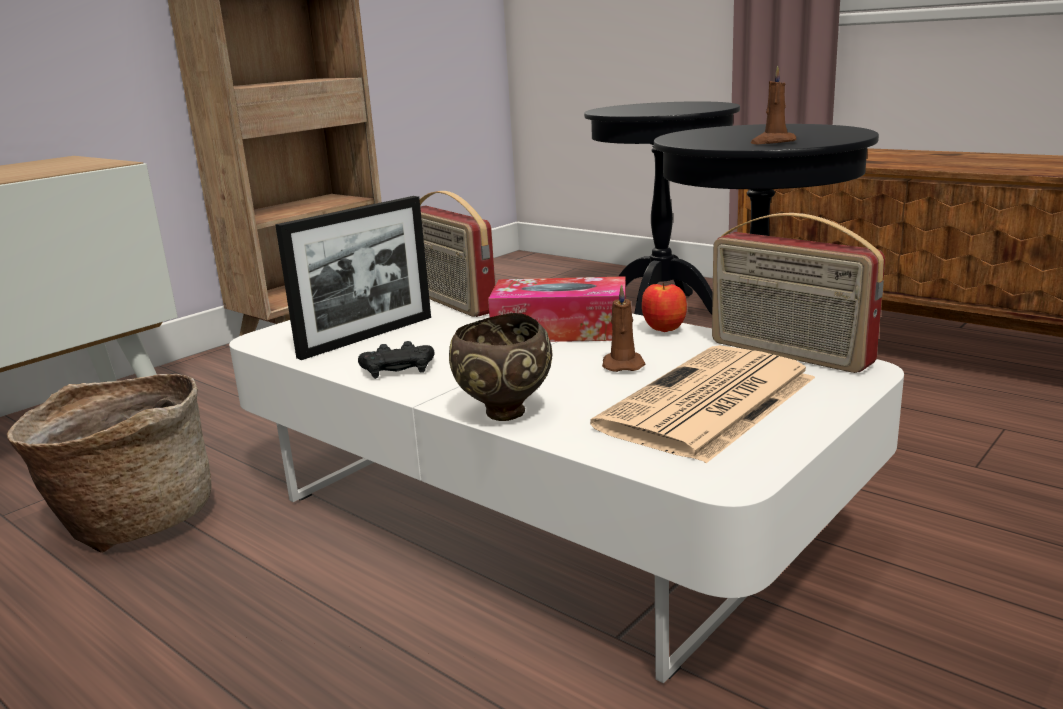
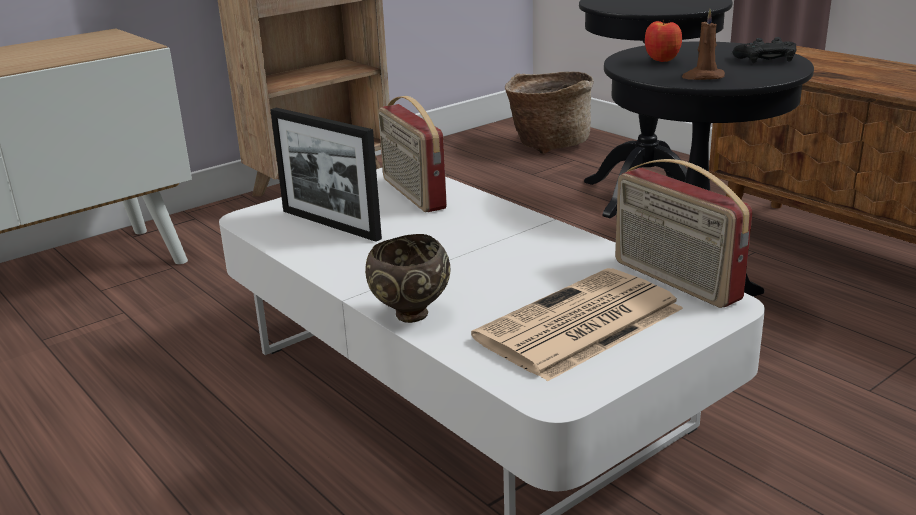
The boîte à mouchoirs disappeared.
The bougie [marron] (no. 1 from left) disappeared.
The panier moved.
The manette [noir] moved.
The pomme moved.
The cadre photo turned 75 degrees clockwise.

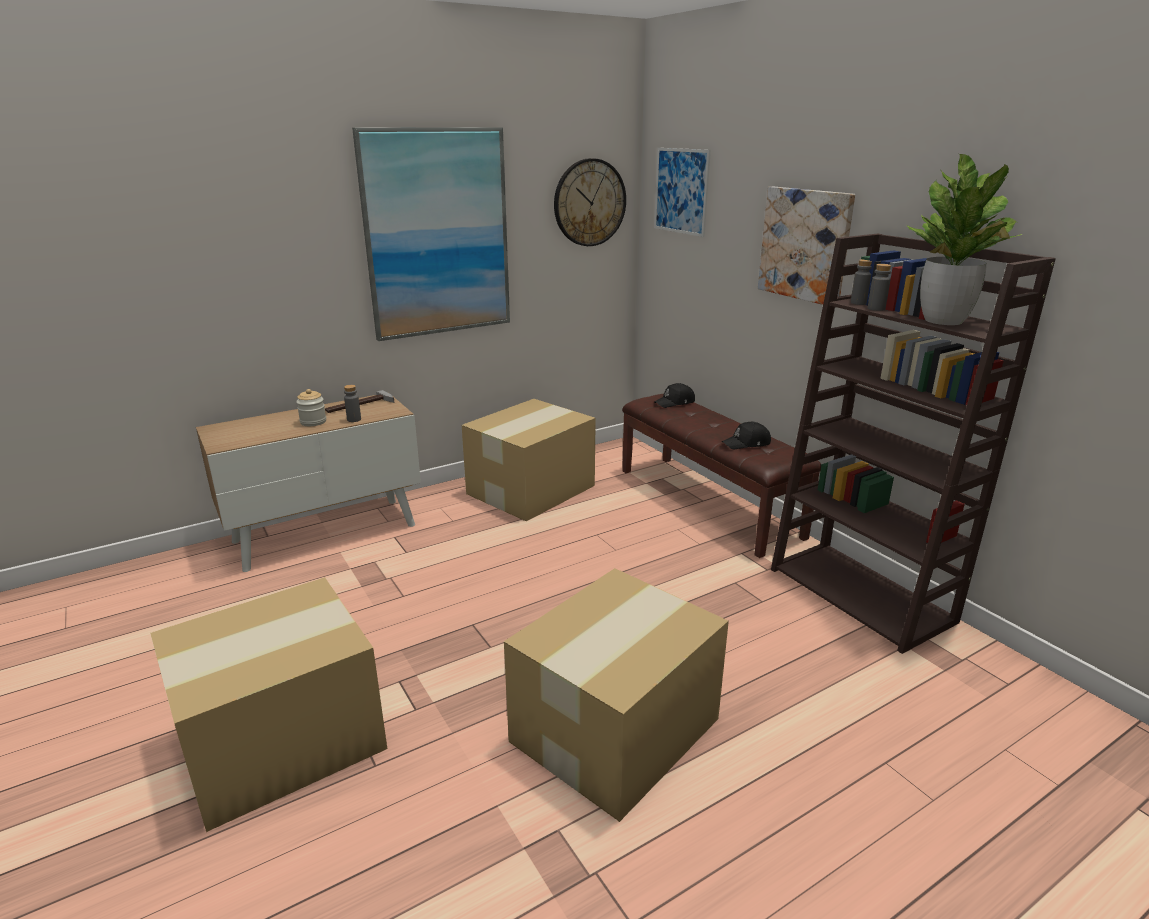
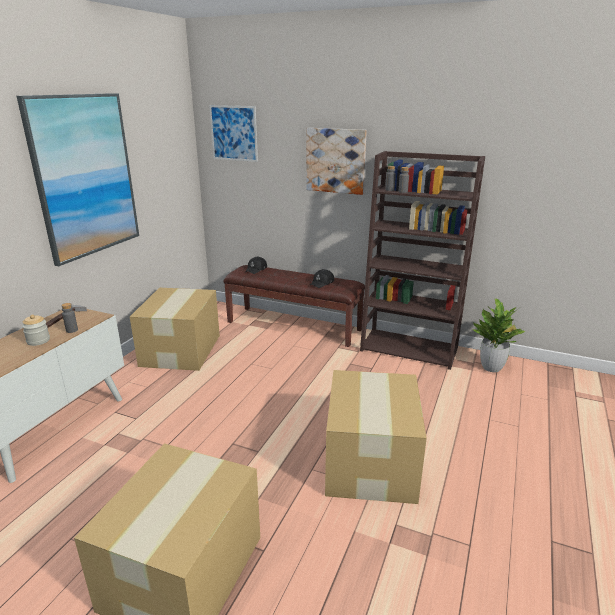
The horloge murale disappeared.
The plante en pot moved.

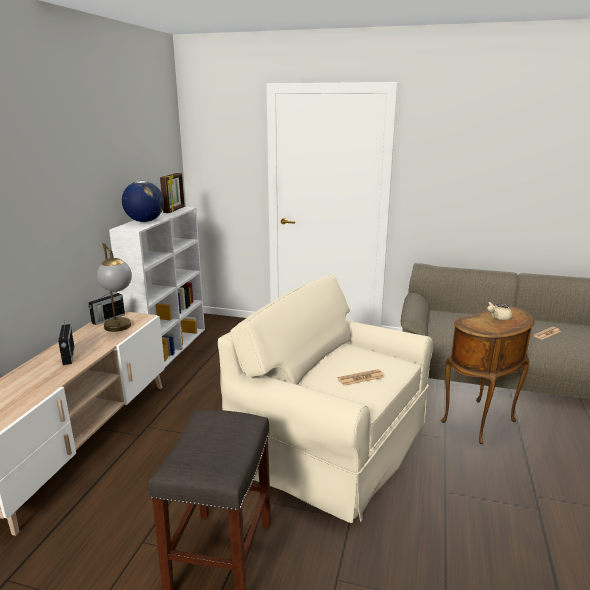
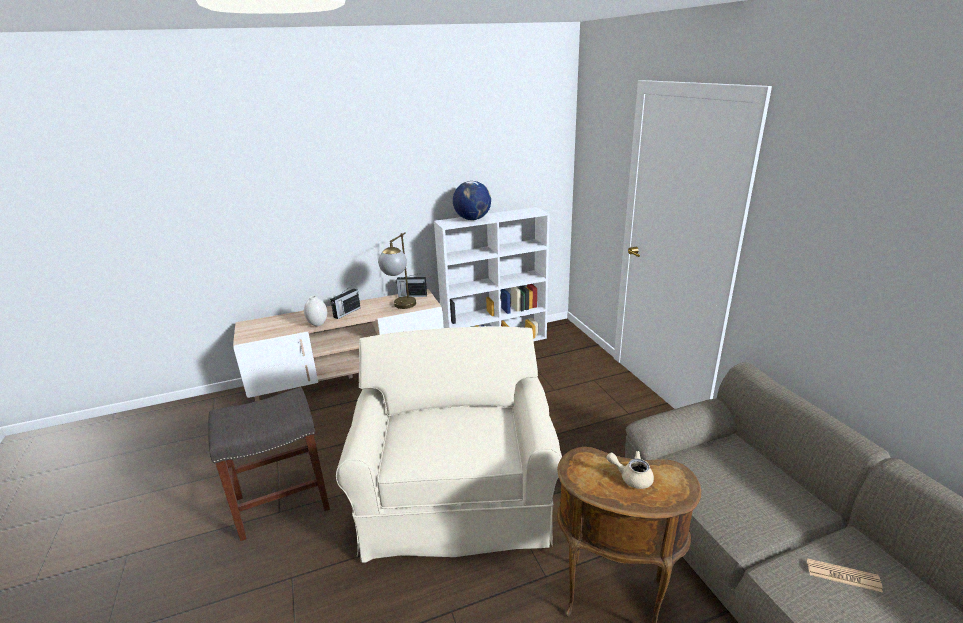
The cadre photo disappeared.
The journal (no. 1 from left) disappeared.
The vase [blanc] appeared.

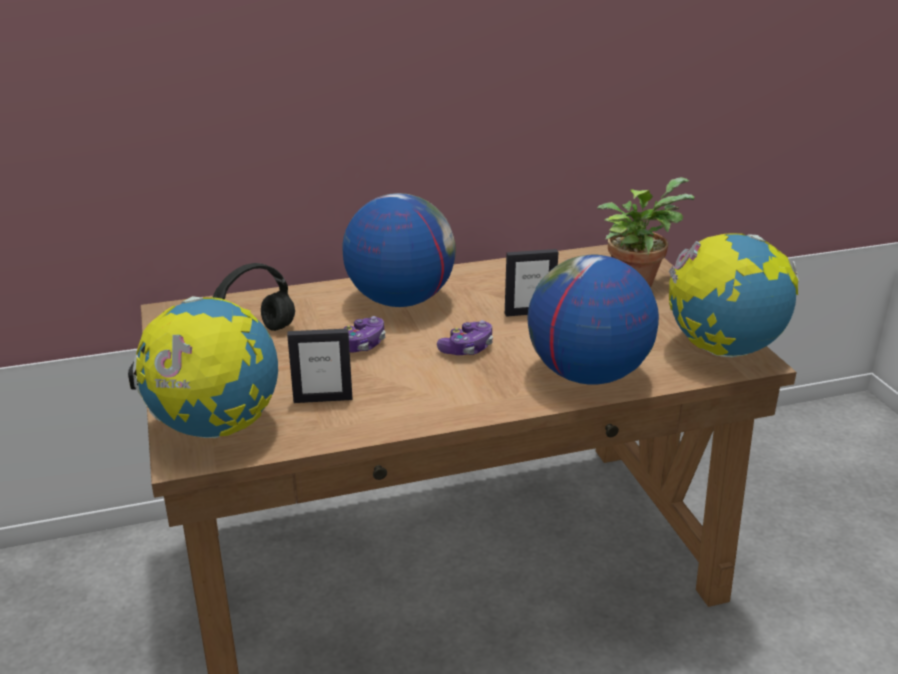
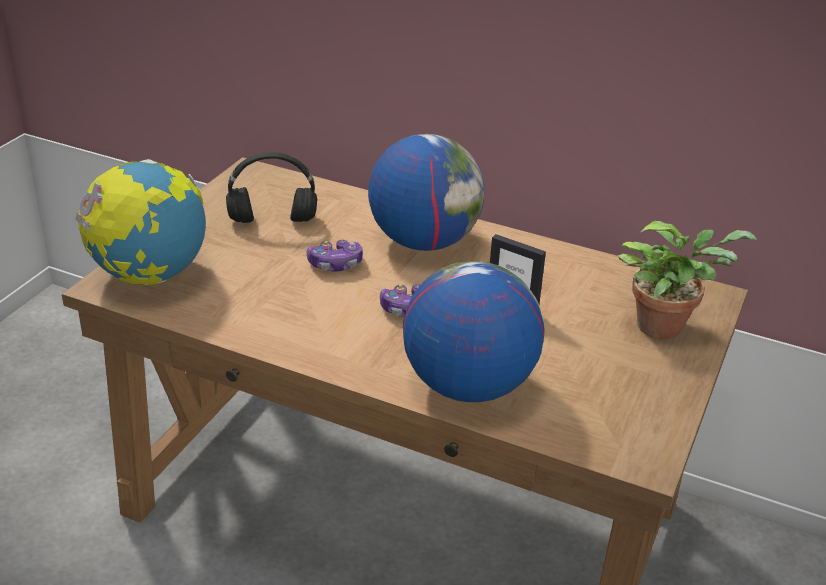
The cadre photo (no. 1 from left) disappeared.
The globe (no. 4 from left) disappeared.

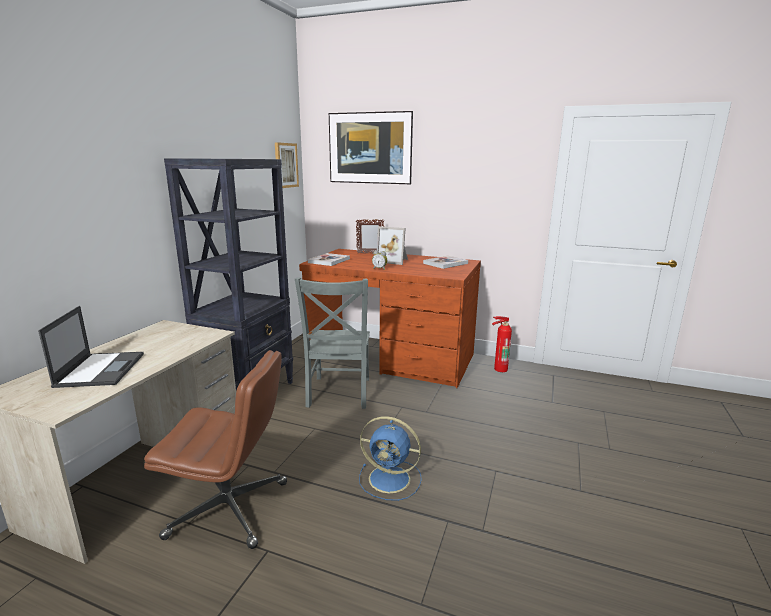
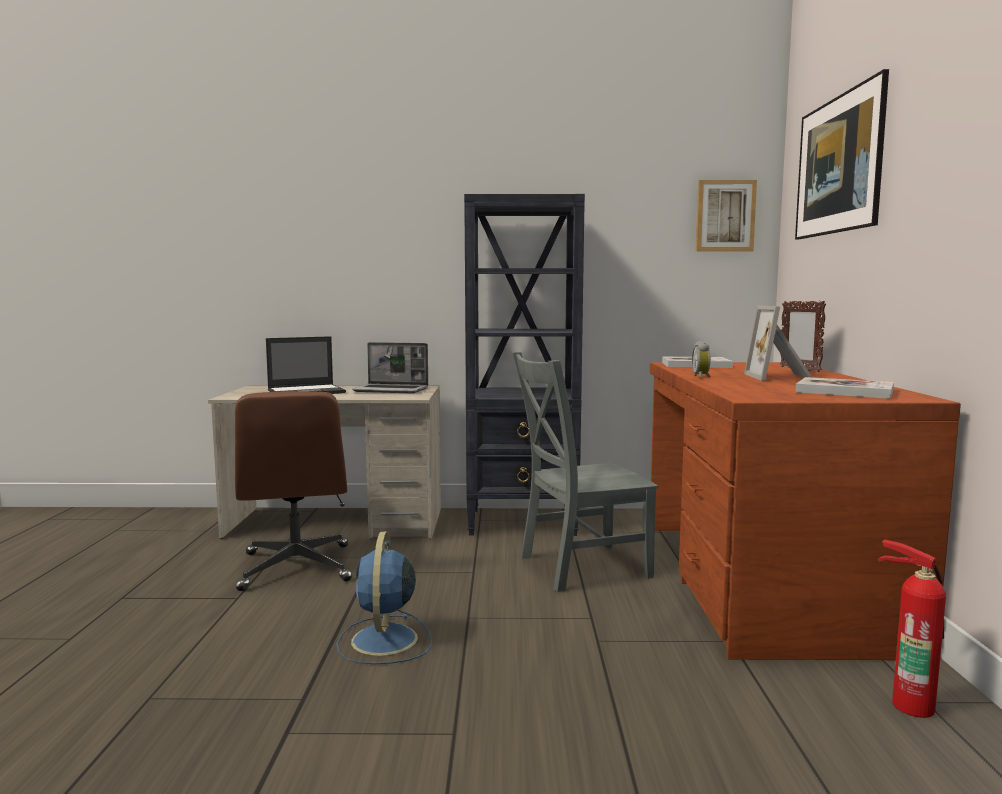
The ordinateur portable (no. 2 from left) appeared.

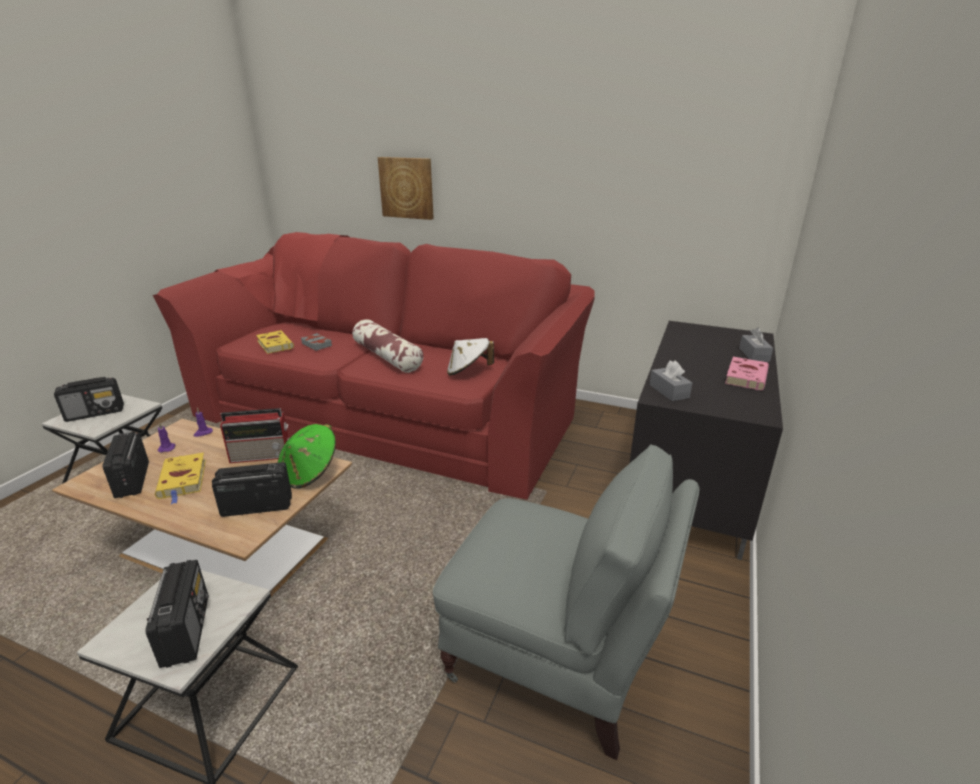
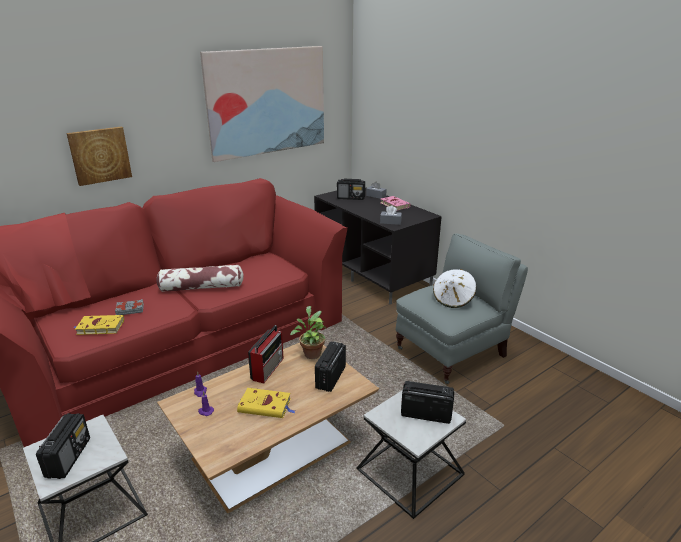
The tableau (no. 2 from left) appeared.
The radio (no. 2 from left in the first image) moved.
The chapeau [blanc] moved.
The chapeau [vert] was replaced by the plante en pot.

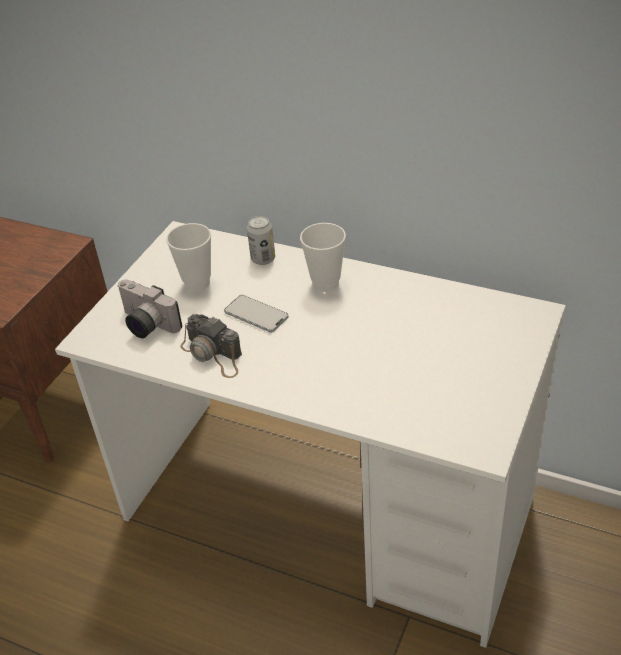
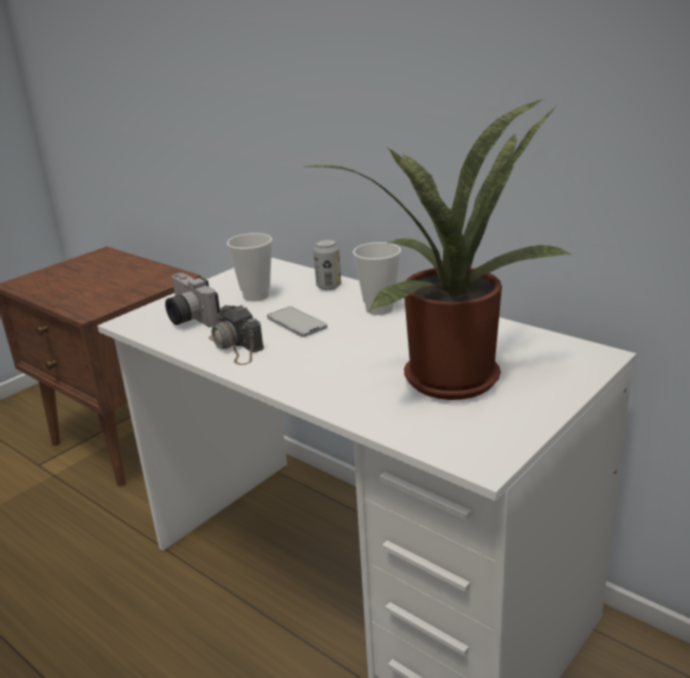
The plante en pot appeared.

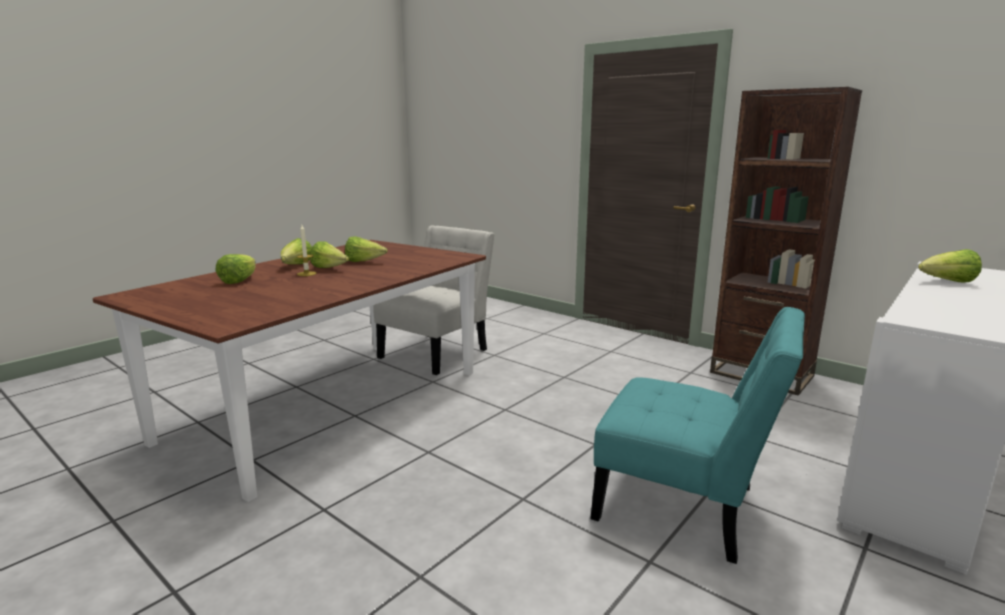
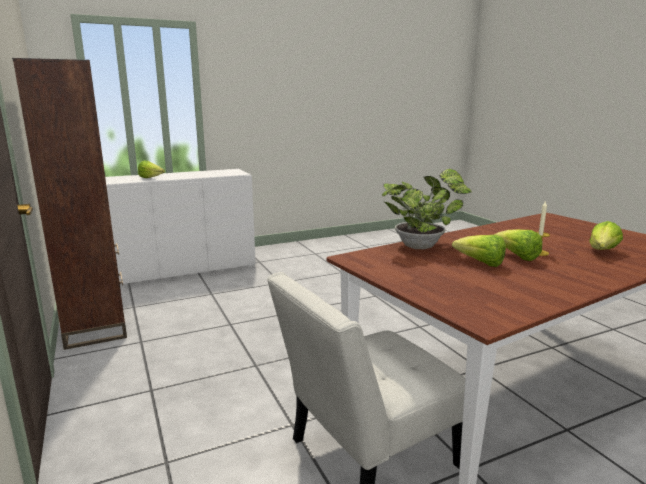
The laitue (no. 2 from left) disappeared.
The chaise [turquoise] disappeared.
The plante en pot appeared.

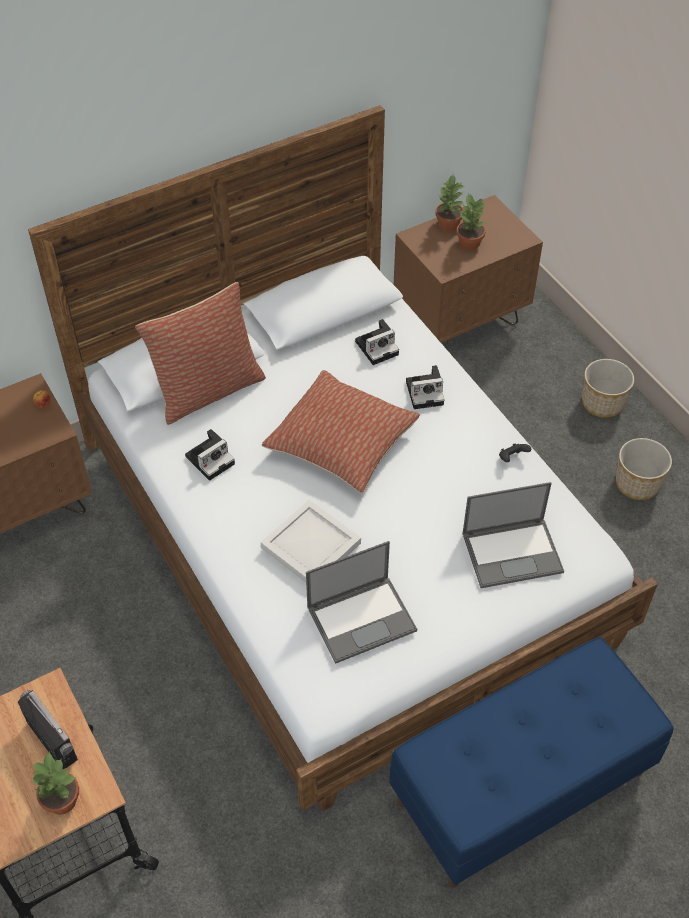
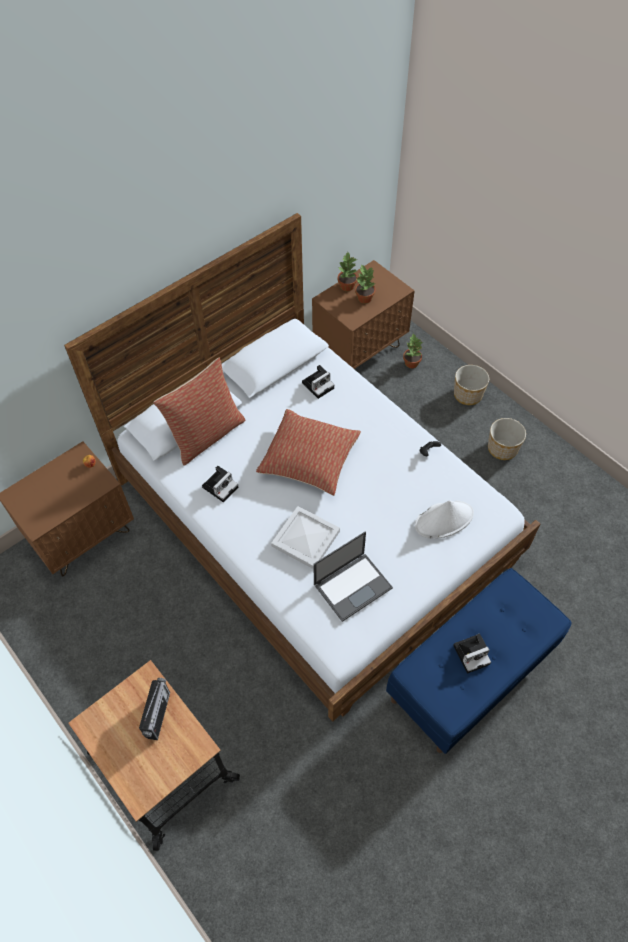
The plante en pot (no. 1 from left in the first image) moved.
The appareil photo (no. 3 from left) moved.
The ordinateur portable (no. 2 from left) was replaced by the chapeau [blanc].
The radio turned 60 degrees clockwise.

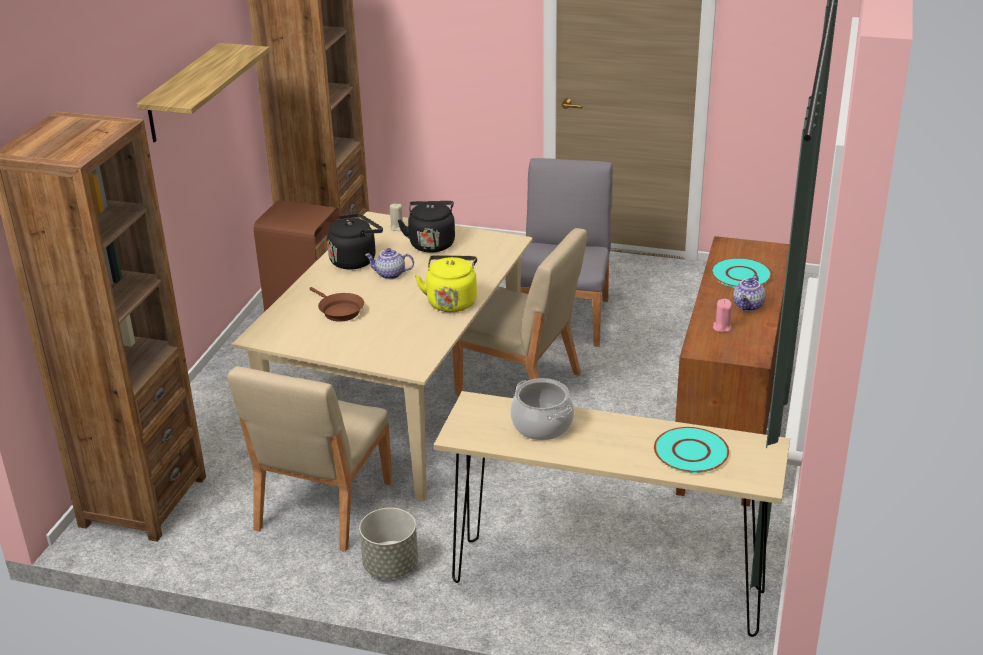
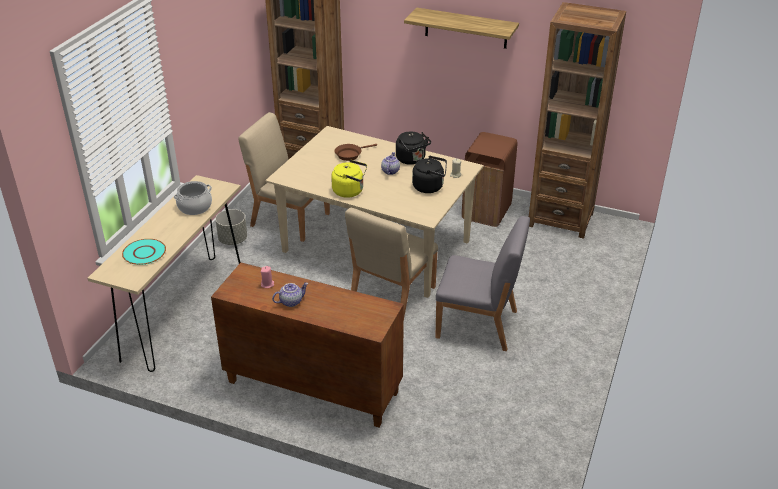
The assiette [turquoise] (no. 2 from left) disappeared.
The théière (no. 2 from left in the first image) turned 120 degrees clockwise.

